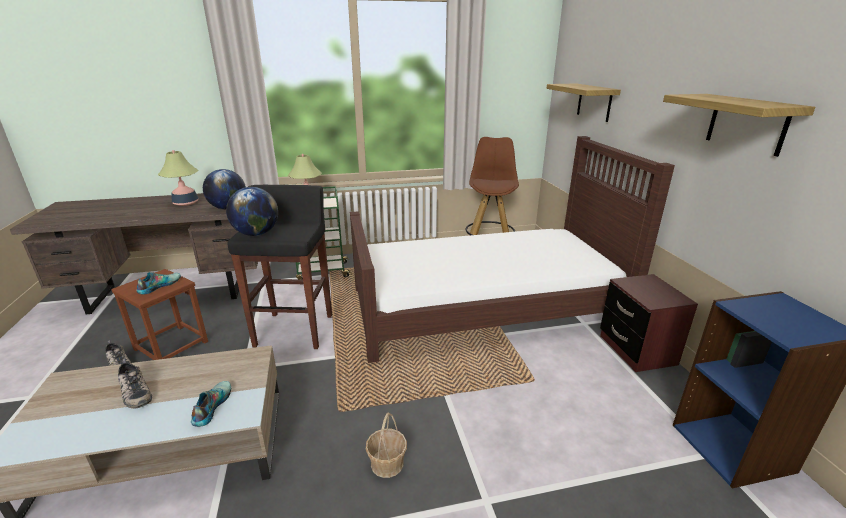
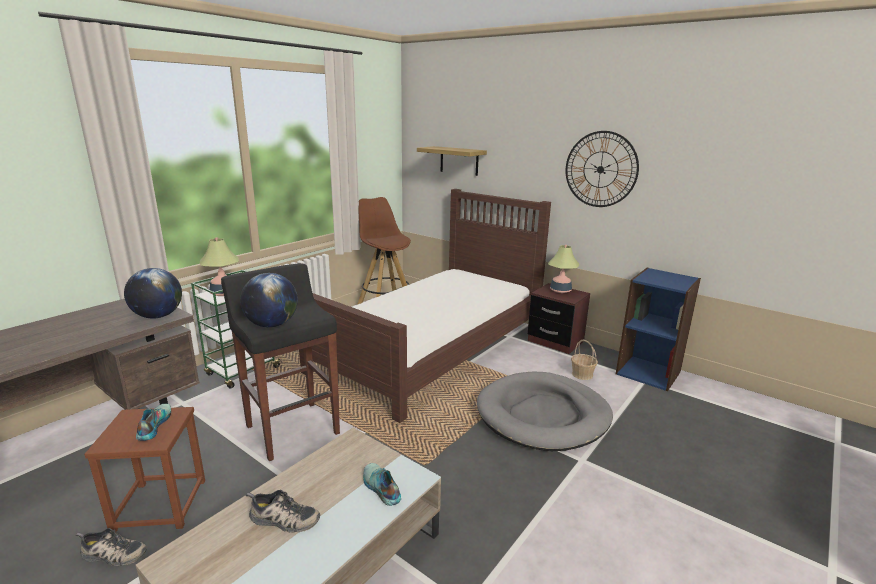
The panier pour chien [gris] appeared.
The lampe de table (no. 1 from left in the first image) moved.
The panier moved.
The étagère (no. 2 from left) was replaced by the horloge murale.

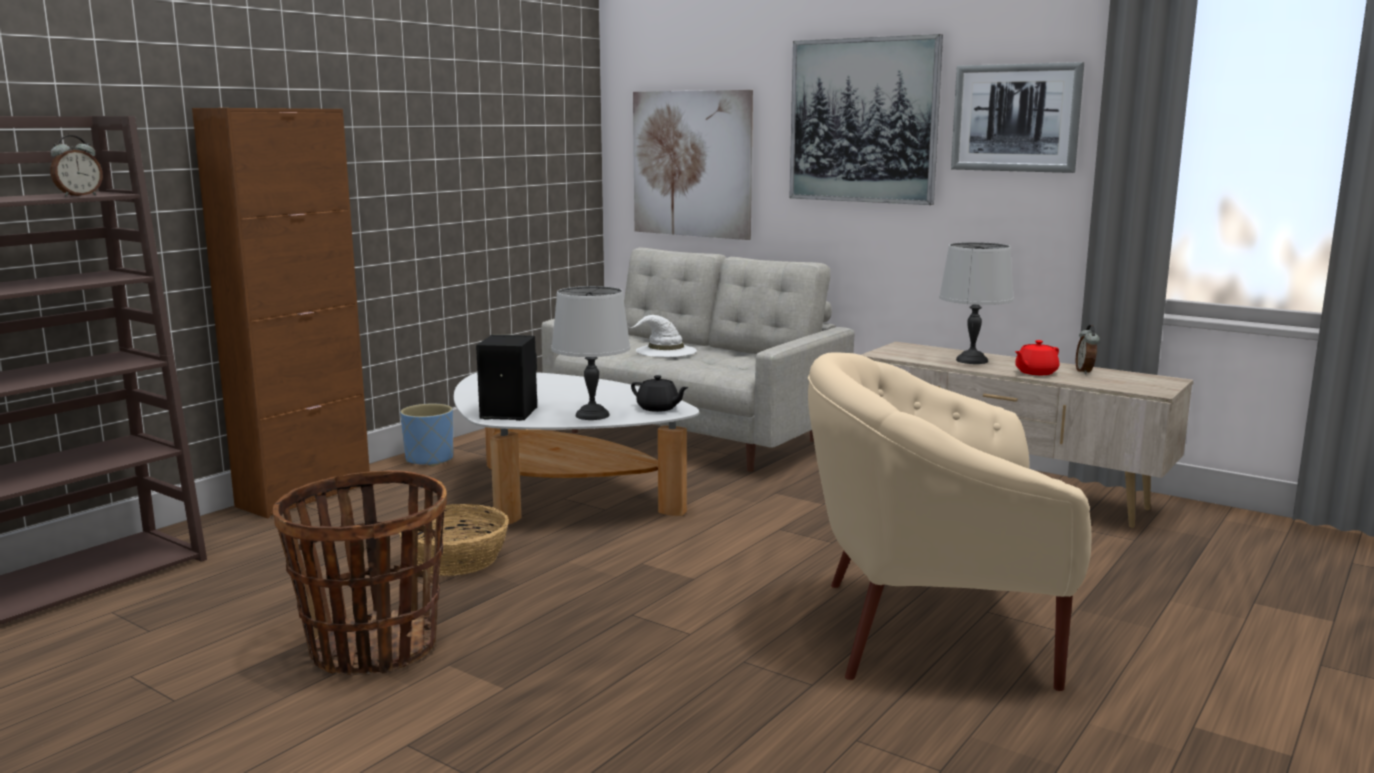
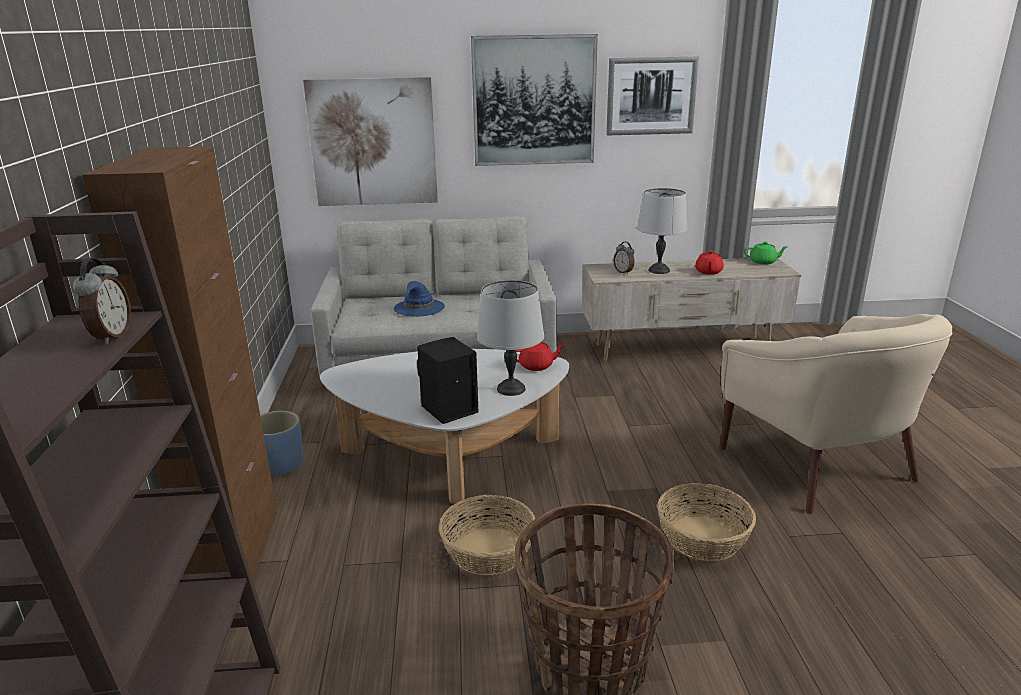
The panier (no. 3 from left) appeared.
The théière [vert] appeared.
The réveil (no. 2 from left) moved.
The chapeau [blanc] became the chapeau [bleu].
The théière [noir] became the théière [rouge] (no. 1 from left).
The fauteuil [beige] turned 75 degrees counterclockwise.

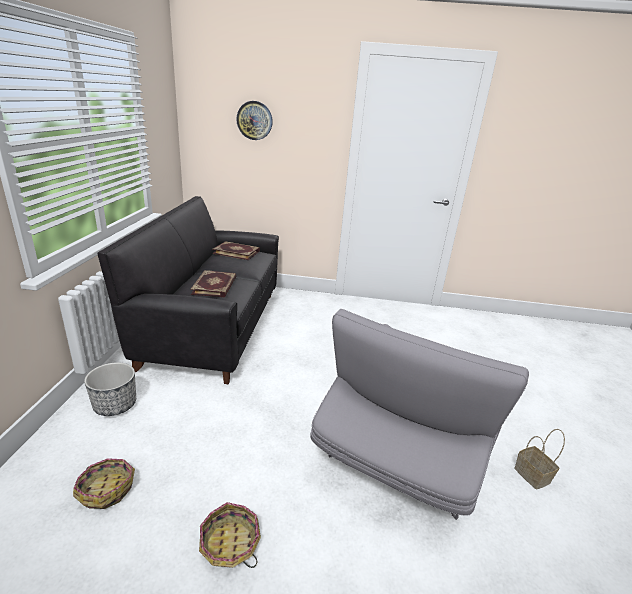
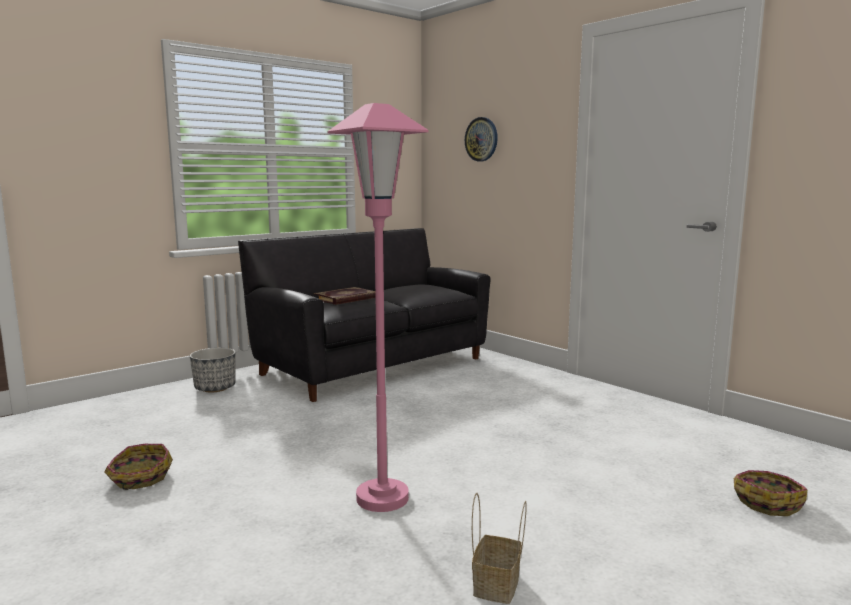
The livre (no. 2 from left) disappeared.
The panier (no. 1 from left in the first image) moved.
The fauteuil [gris] was replaced by the lampadaire [rose].

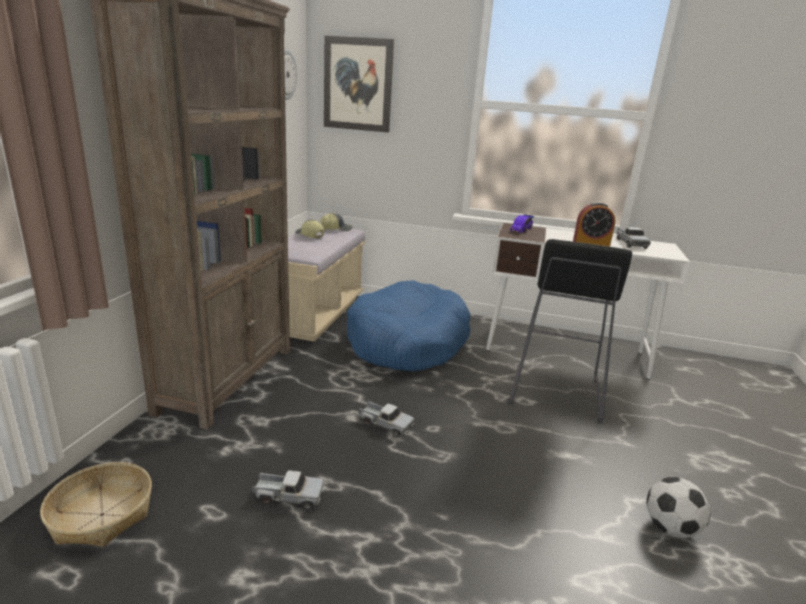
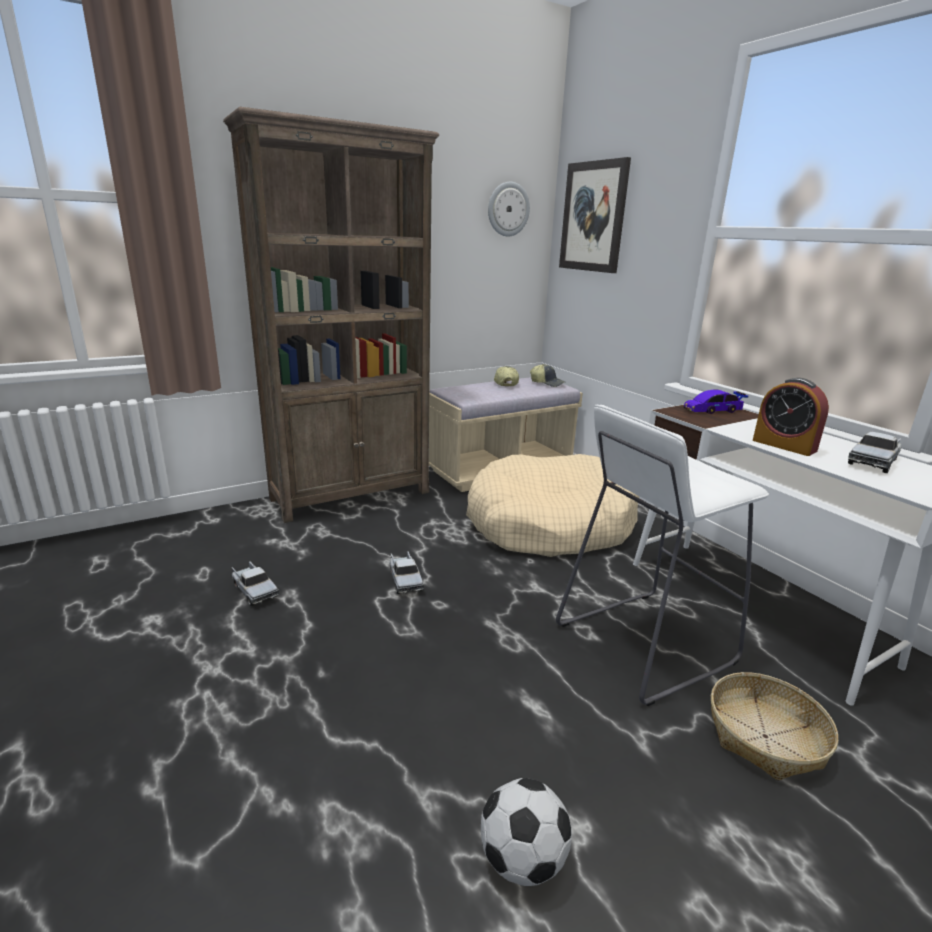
The panier moved.
The panier pour chien [bleu] became the panier pour chien [beige].
The tabouret [noir] became the tabouret [blanc].

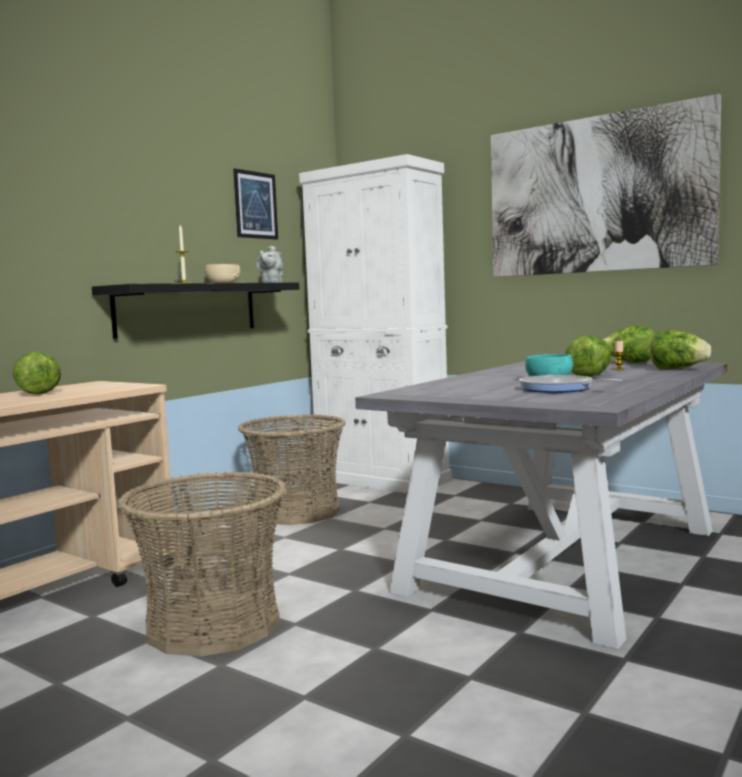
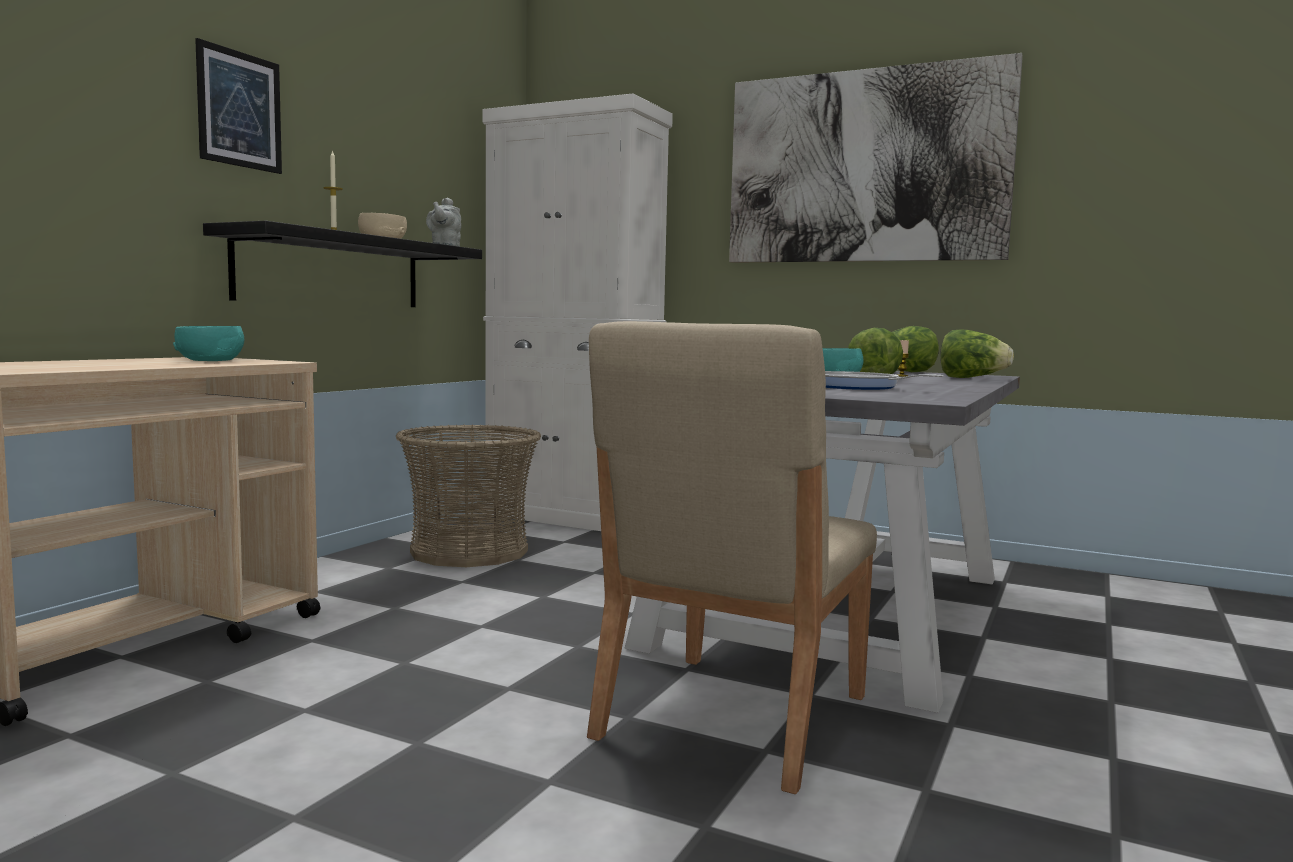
The laitue (no. 1 from left) disappeared.
The panier (no. 1 from left) disappeared.
The bol [turquoise] (no. 1 from left) appeared.
The chaise [beige] appeared.
The tableau (no. 1 from left) moved.

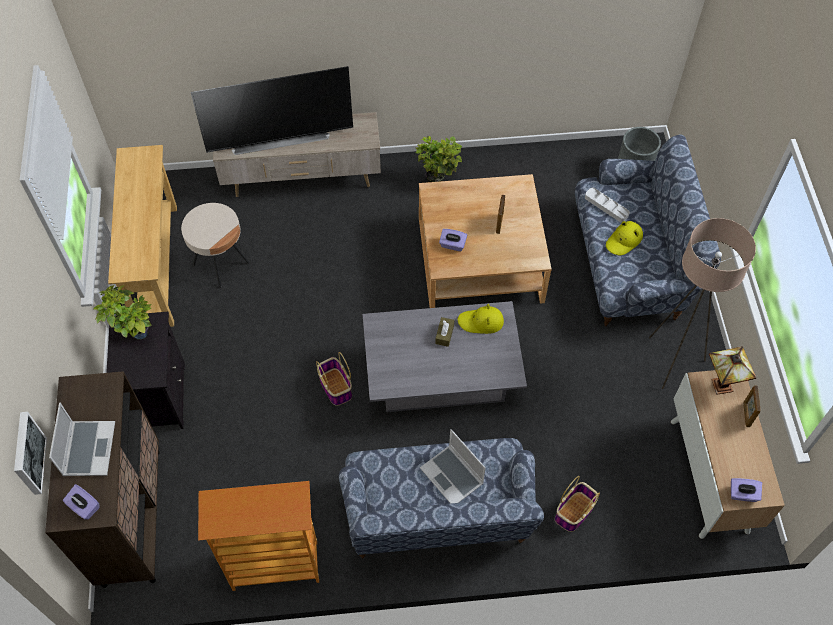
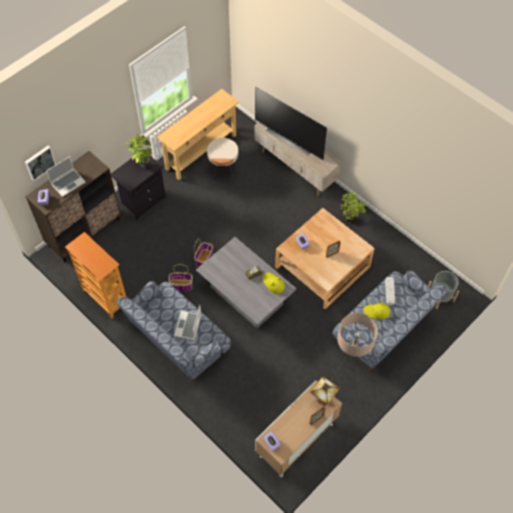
The panier (no. 2 from left in the first image) moved.

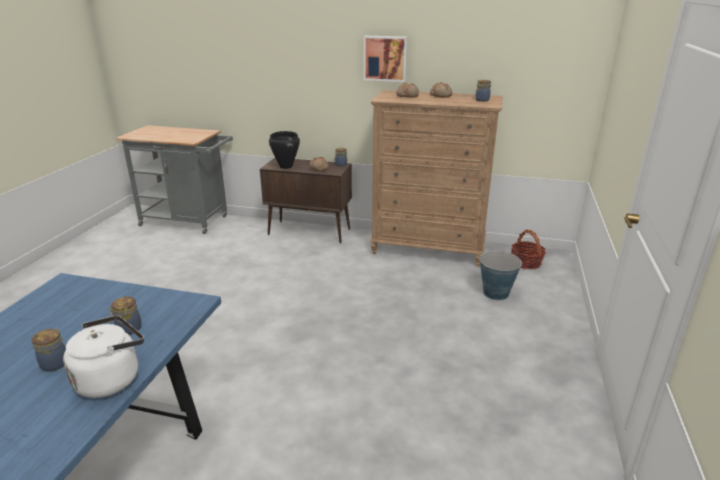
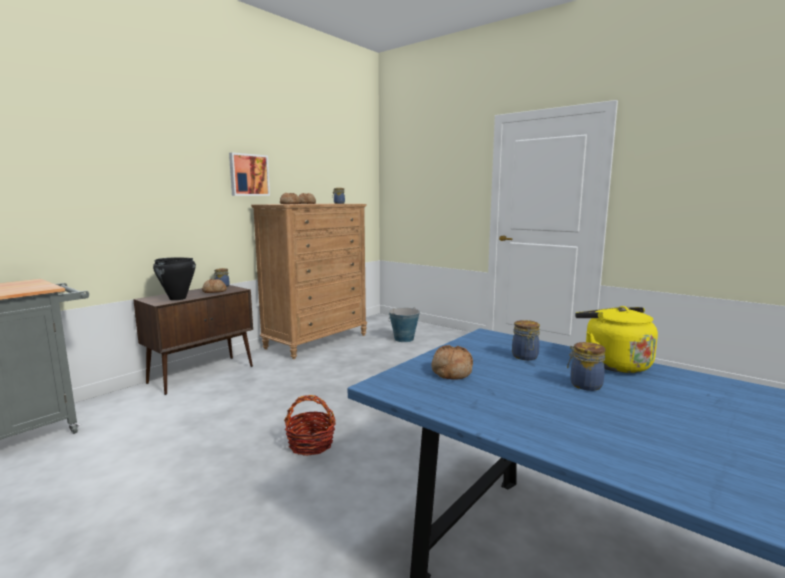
The pain (no. 4 from left) appeared.
The panier moved.
The bouilloire [blanc] became the bouilloire [jaune].

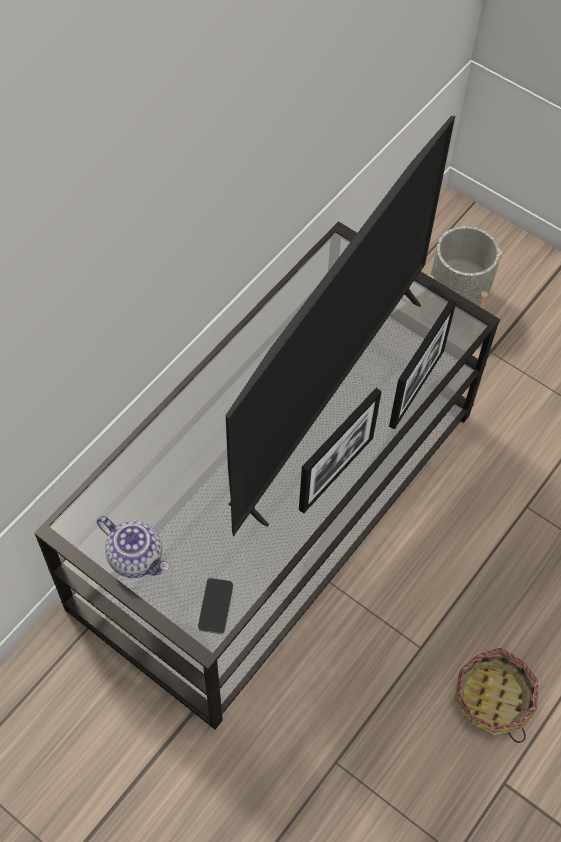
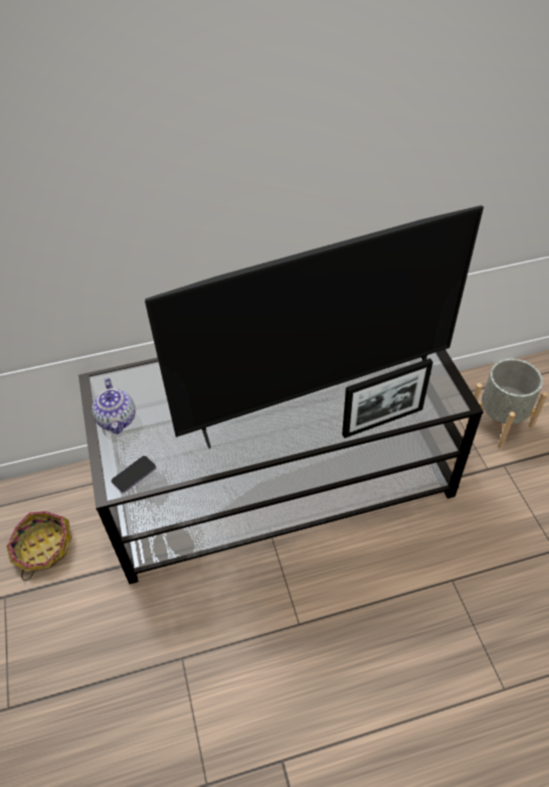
The cadre photo (no. 1 from left) disappeared.
The panier moved.

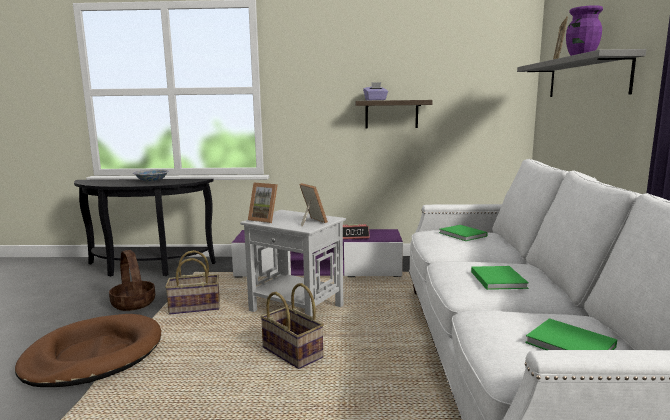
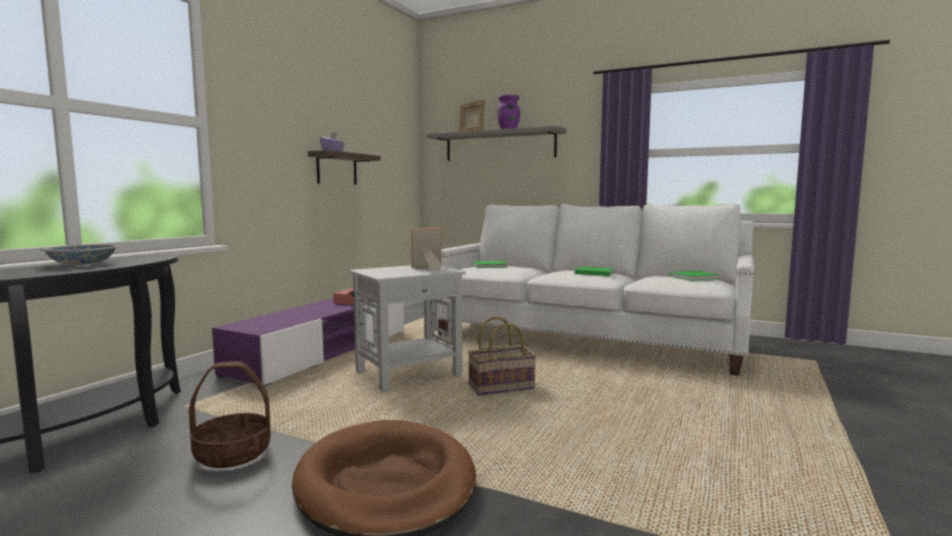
The panier (no. 2 from left) disappeared.
The cadre photo (no. 1 from left) disappeared.

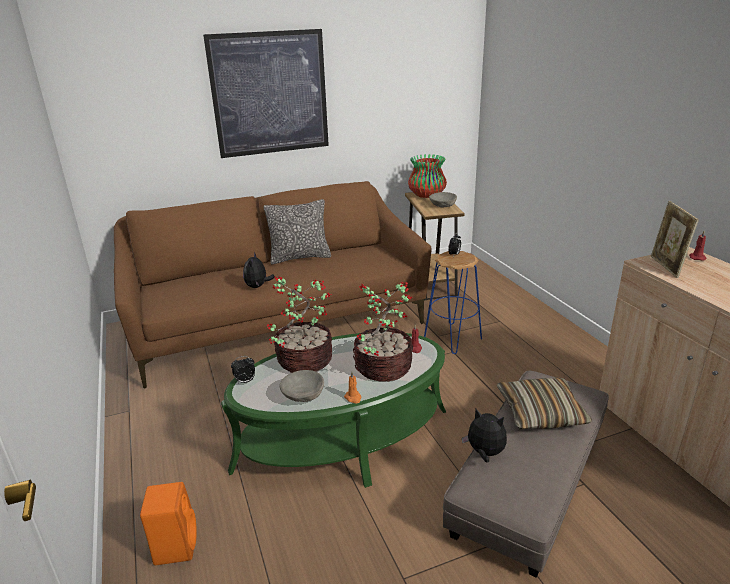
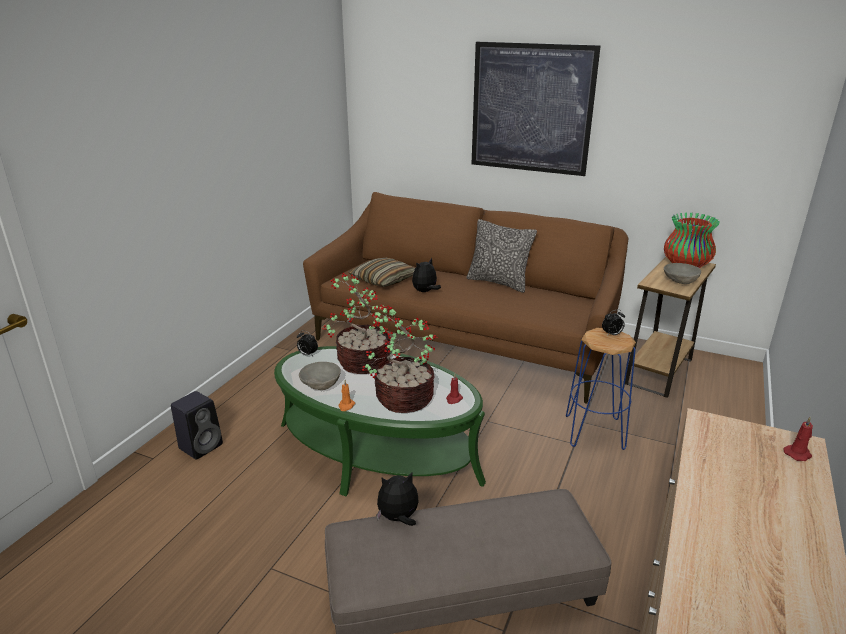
The cadre photo disappeared.
The coussin (no. 2 from left in the first image) moved.
The enceinte [orange] became the enceinte [noir].
The peluche (no. 2 from left in the first image) turned 90 degrees counterclockwise.

